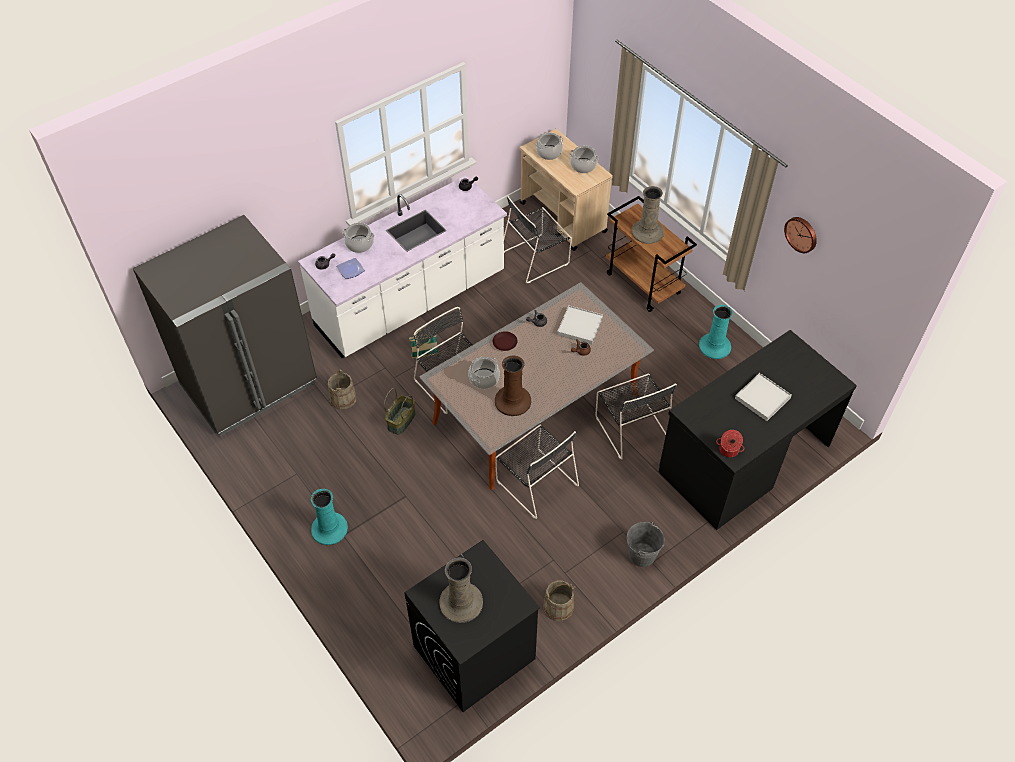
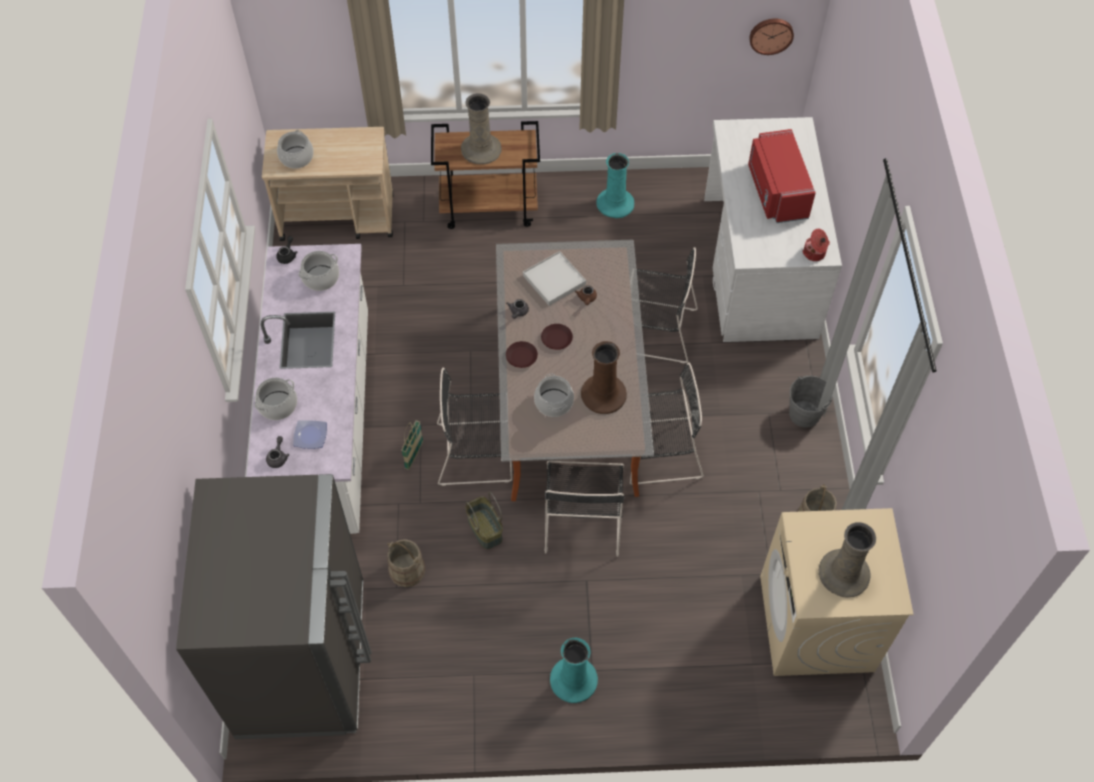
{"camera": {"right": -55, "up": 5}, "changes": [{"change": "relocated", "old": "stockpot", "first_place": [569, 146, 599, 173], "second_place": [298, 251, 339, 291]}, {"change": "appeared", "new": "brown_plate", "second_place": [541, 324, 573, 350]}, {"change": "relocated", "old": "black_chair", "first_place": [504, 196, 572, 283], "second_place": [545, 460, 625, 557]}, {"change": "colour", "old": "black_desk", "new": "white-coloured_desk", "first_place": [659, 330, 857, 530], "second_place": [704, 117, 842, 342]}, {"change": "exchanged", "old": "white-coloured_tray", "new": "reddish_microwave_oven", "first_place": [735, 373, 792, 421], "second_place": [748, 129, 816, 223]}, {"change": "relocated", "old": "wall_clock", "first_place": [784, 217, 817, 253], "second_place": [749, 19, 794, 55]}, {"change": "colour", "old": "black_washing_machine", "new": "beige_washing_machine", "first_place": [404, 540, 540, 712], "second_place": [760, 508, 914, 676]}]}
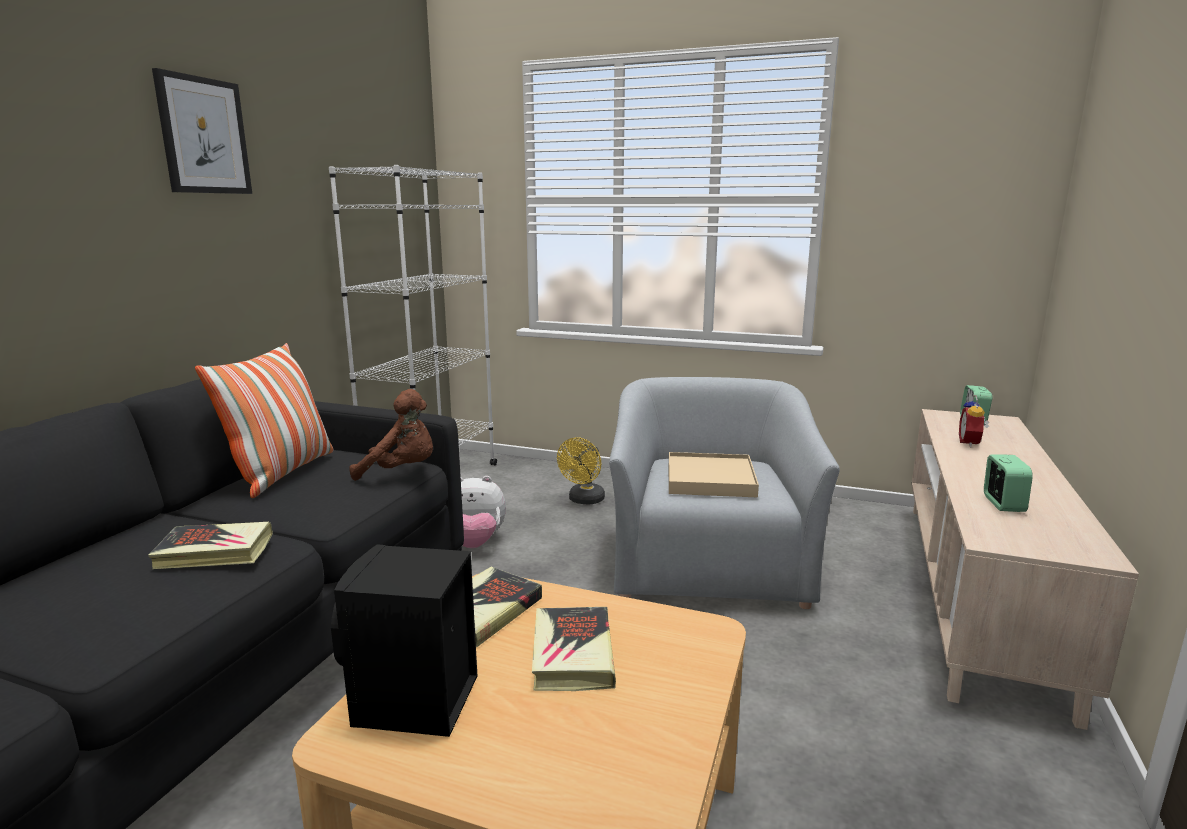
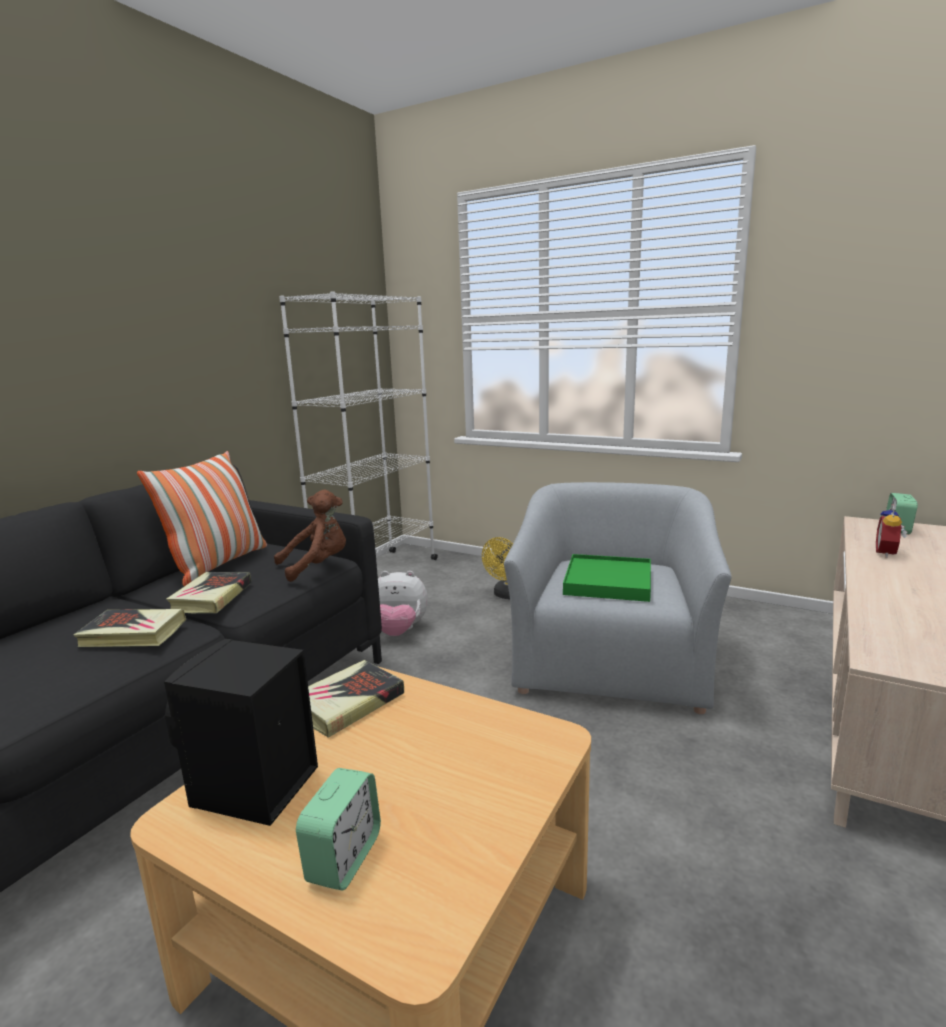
{"camera": {"right": 10, "up": 0}, "changes": [{"change": "relocated", "old": "bound_book", "first_place": [532, 607, 616, 691], "second_place": [166, 572, 251, 613]}, {"change": "spun", "old": "brown_plush_toy", "first_place": [349, 389, 433, 481], "second_place": [274, 490, 346, 582], "degrees": -45}, {"change": "relocated", "old": "table_clock", "first_place": [984, 455, 1033, 512], "second_place": [296, 768, 381, 891]}, {"change": "colour", "old": "beige_tray", "new": "green-coloured_tray", "first_place": [669, 452, 759, 497], "second_place": [563, 554, 651, 602]}, {"change": "missing", "old": "picture", "first_place": [152, 68, 252, 194]}]}
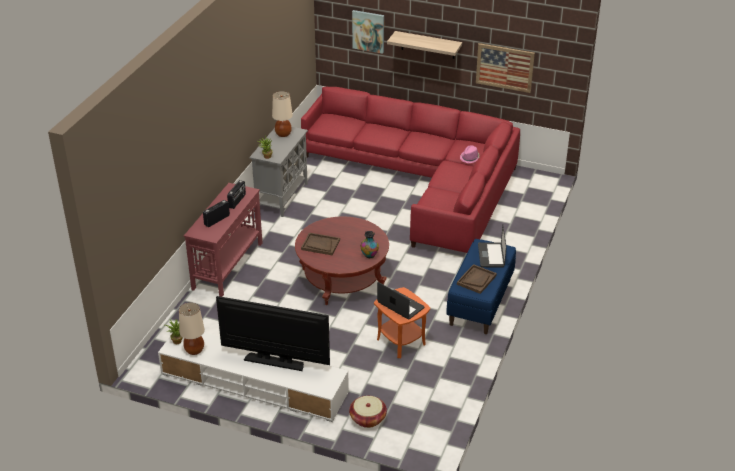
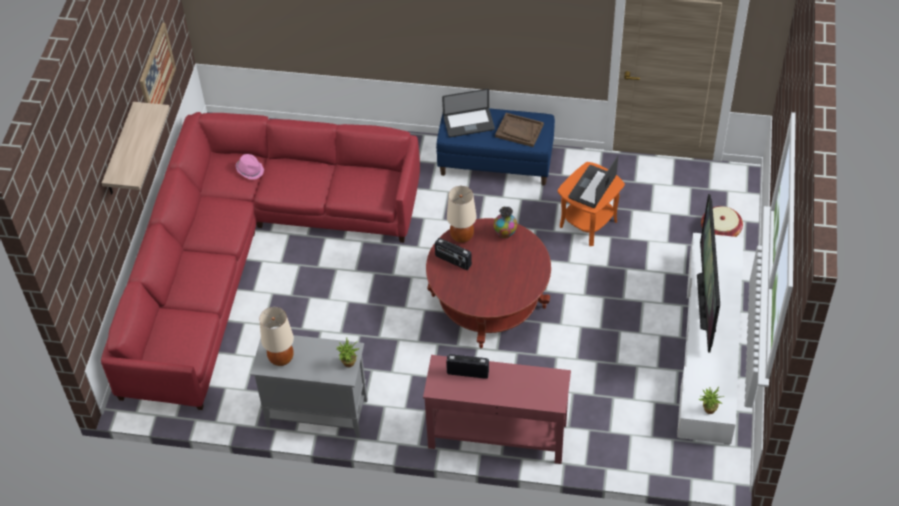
{"camera": {"right": -100, "up": 15}, "changes": [{"change": "relocated", "old": "radio_set", "first_place": [203, 200, 230, 227], "second_place": [435, 238, 472, 270]}, {"change": "relocated", "old": "beige_lamp_for_a_table", "first_place": [179, 303, 205, 355], "second_place": [447, 186, 477, 243]}, {"change": "missing", "old": "brown_tray", "first_place": [301, 233, 340, 256]}, {"change": "missing", "old": "picture", "first_place": [352, 10, 384, 54]}]}
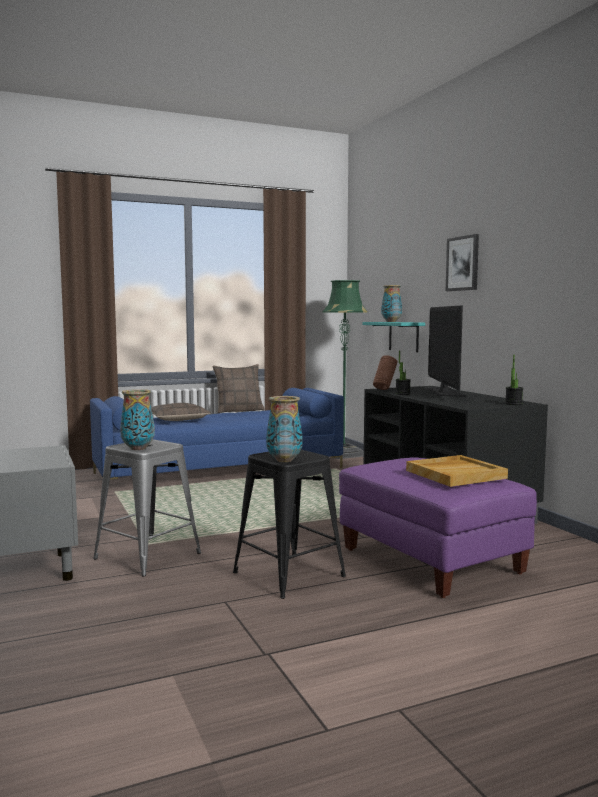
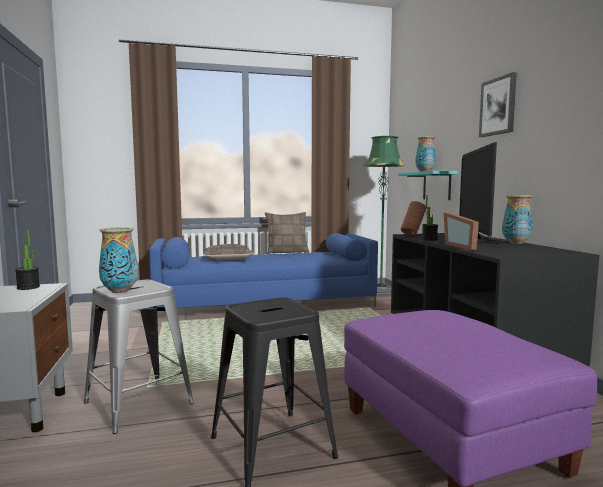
{"camera": {"right": 10, "up": 0}, "changes": [{"change": "relocated", "old": "plant_in_a_pot", "first_place": [505, 355, 523, 405], "second_place": [15, 229, 40, 290]}, {"change": "appeared", "new": "picture_frame", "second_place": [443, 212, 479, 250]}, {"change": "relocated", "old": "decorative_vase", "first_place": [266, 396, 303, 462], "second_place": [502, 195, 533, 244]}, {"change": "missing", "old": "beige_tray", "first_place": [406, 455, 508, 487]}]}
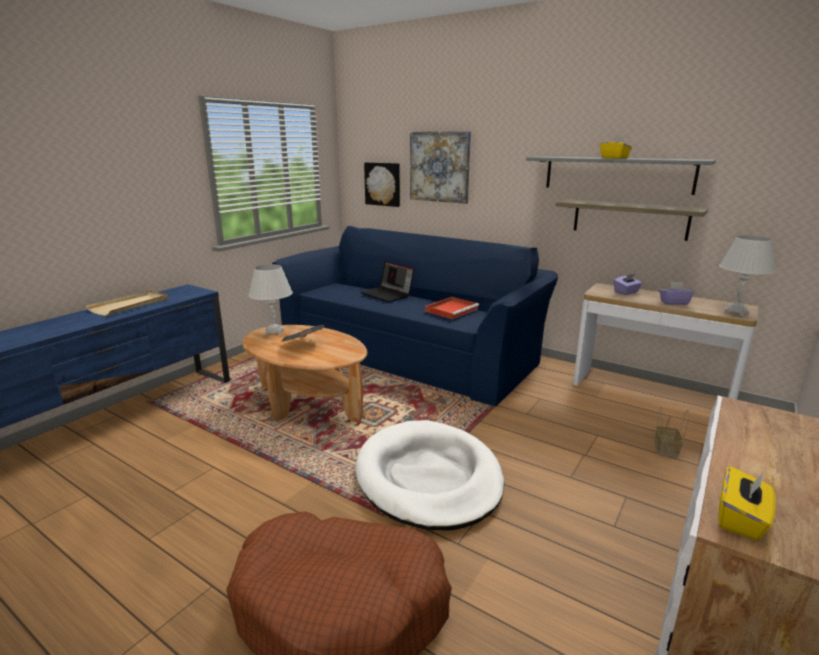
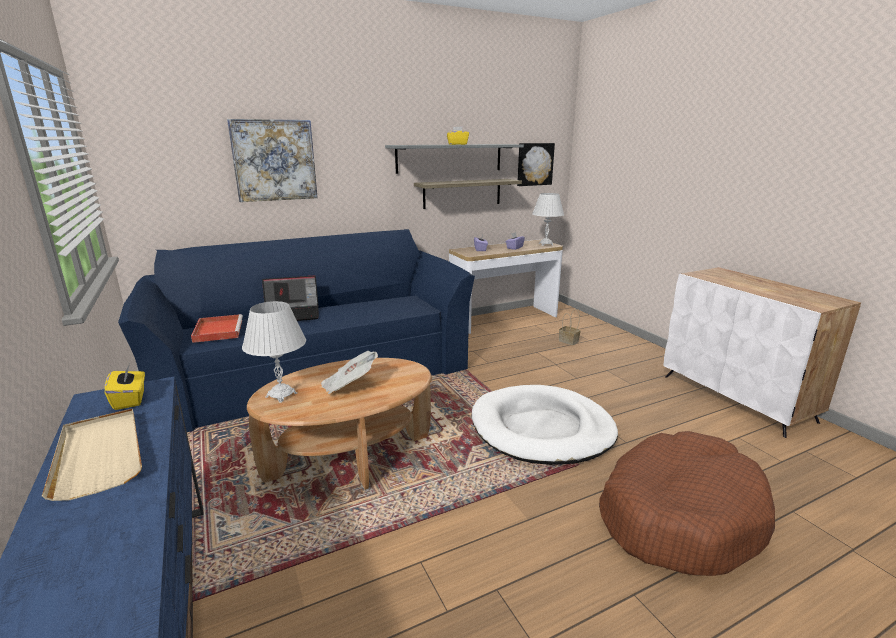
{"camera": {"right": -60, "up": 0}, "changes": [{"change": "relocated", "old": "yellow-coloured_box_of_tissues", "first_place": [719, 466, 776, 541], "second_place": [105, 364, 145, 410]}, {"change": "relocated", "old": "reddish_tray", "first_place": [425, 297, 479, 319], "second_place": [191, 314, 243, 343]}, {"change": "relocated", "old": "picture", "first_place": [364, 162, 400, 207], "second_place": [517, 143, 555, 186]}]}
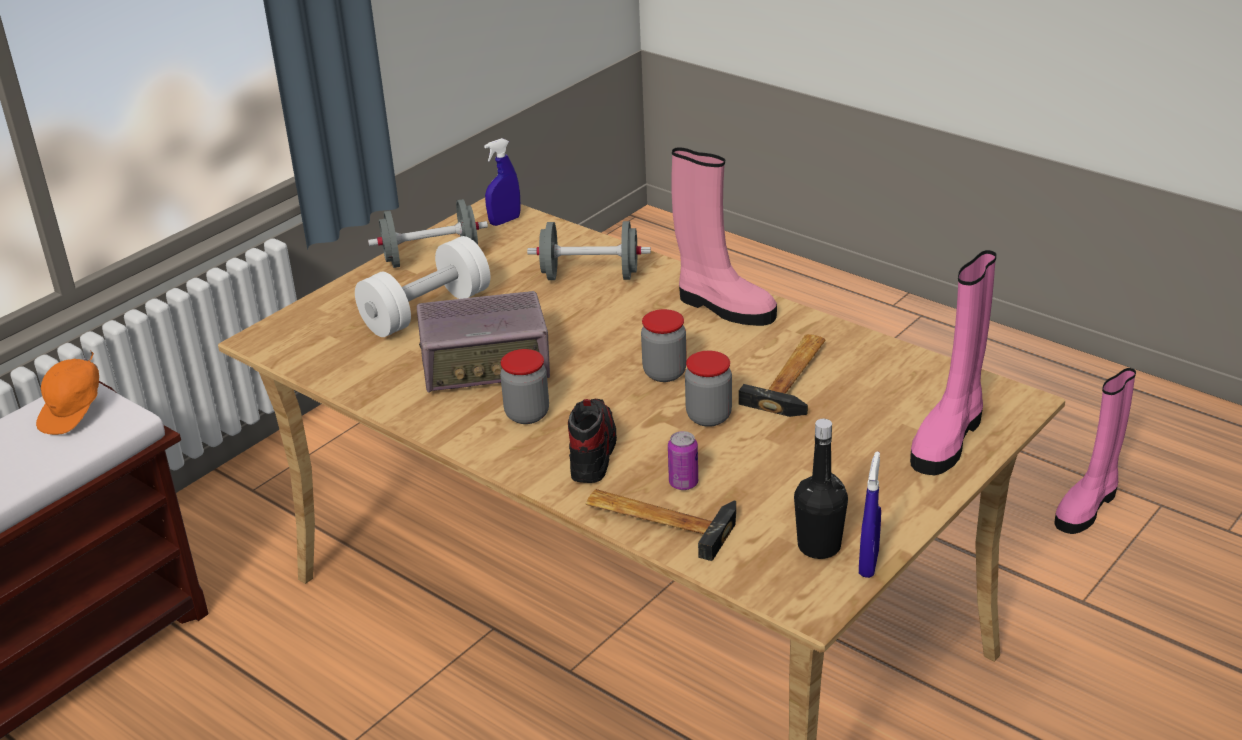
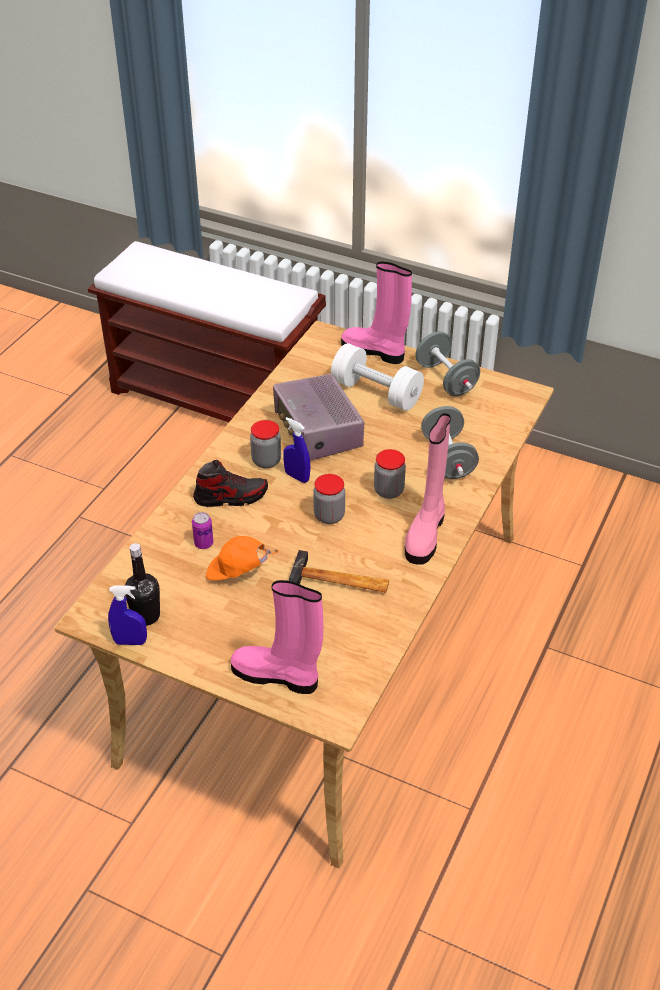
{"camera": {"right": 75, "up": 10}, "changes": [{"change": "relocated", "old": "orange-coloured_peaked_cap", "first_place": [36, 350, 99, 435], "second_place": [206, 536, 278, 580]}, {"change": "relocated", "old": "blue-coloured_hand_sprayer", "first_place": [484, 138, 521, 226], "second_place": [283, 417, 310, 483]}, {"change": "relocated", "old": "pink-coloured_high-top_boot", "first_place": [1055, 368, 1136, 534], "second_place": [341, 262, 412, 364]}, {"change": "relocated", "old": "storage_jar", "first_place": [685, 351, 732, 427], "second_place": [374, 449, 406, 499]}, {"change": "missing", "old": "tool_hammer", "first_place": [586, 489, 736, 561]}]}
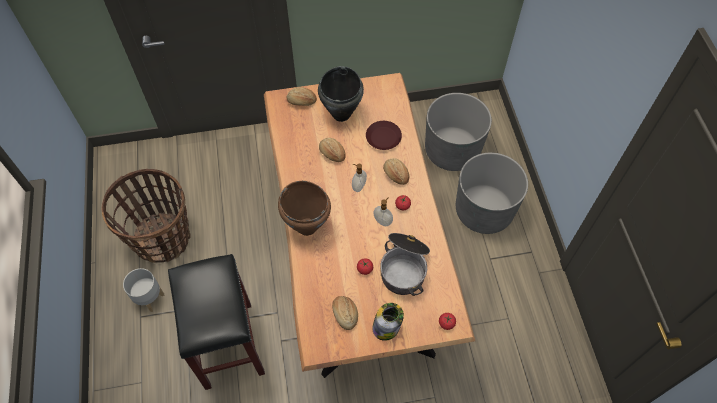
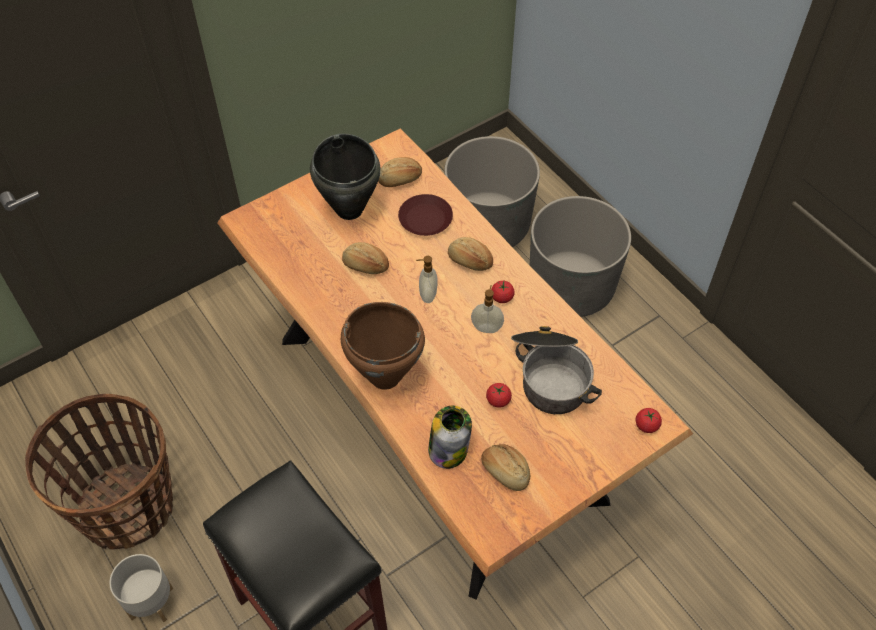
{"camera": {"right": -25, "up": -5}, "changes": [{"change": "relocated", "old": "bakery_bread", "first_place": [287, 87, 317, 106], "second_place": [378, 157, 422, 187]}, {"change": "relocated", "old": "storage_jar", "first_place": [372, 303, 404, 341], "second_place": [428, 406, 472, 469]}]}
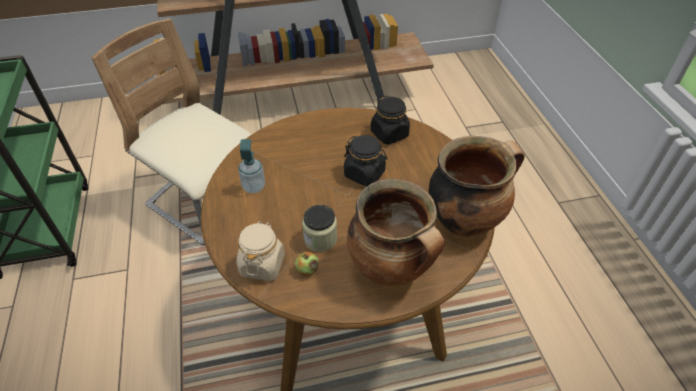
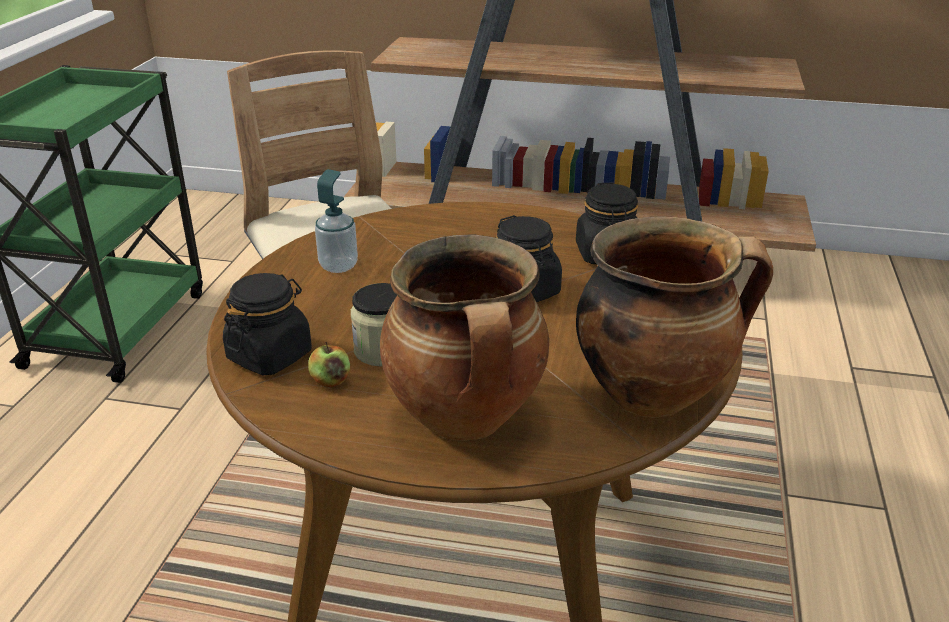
{"camera": {"right": 25, "up": -15}, "changes": [{"change": "colour", "old": "beige_storage_jar", "new": "black_storage_jar", "first_place": [237, 221, 285, 281], "second_place": [223, 273, 312, 375]}]}
